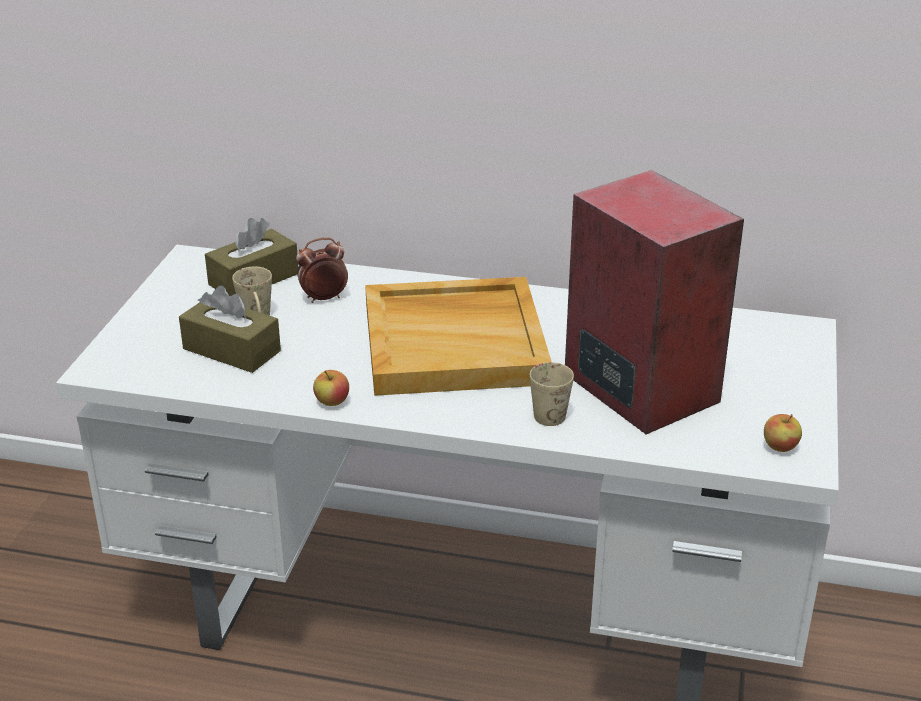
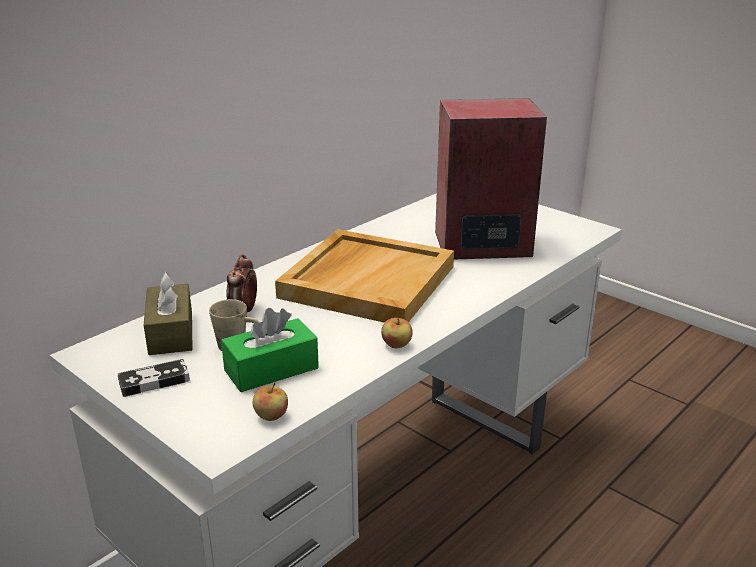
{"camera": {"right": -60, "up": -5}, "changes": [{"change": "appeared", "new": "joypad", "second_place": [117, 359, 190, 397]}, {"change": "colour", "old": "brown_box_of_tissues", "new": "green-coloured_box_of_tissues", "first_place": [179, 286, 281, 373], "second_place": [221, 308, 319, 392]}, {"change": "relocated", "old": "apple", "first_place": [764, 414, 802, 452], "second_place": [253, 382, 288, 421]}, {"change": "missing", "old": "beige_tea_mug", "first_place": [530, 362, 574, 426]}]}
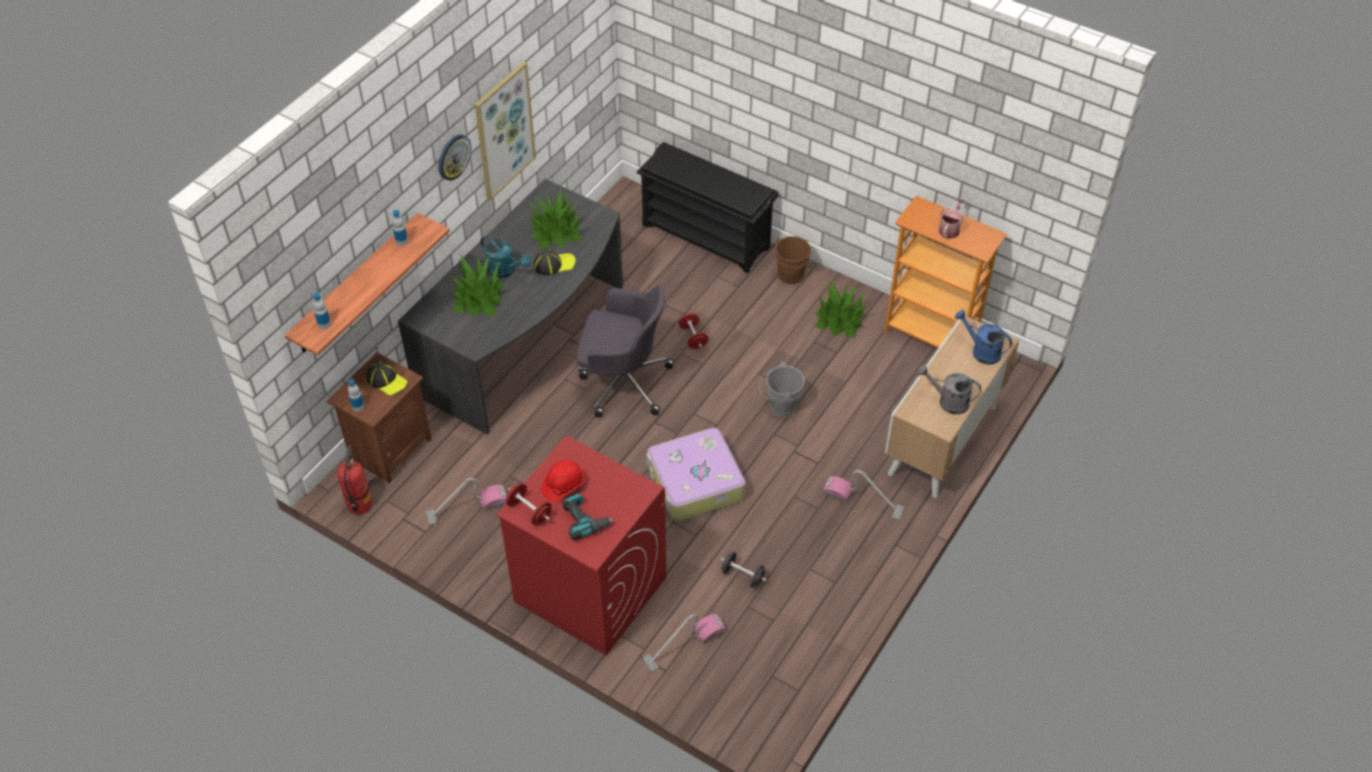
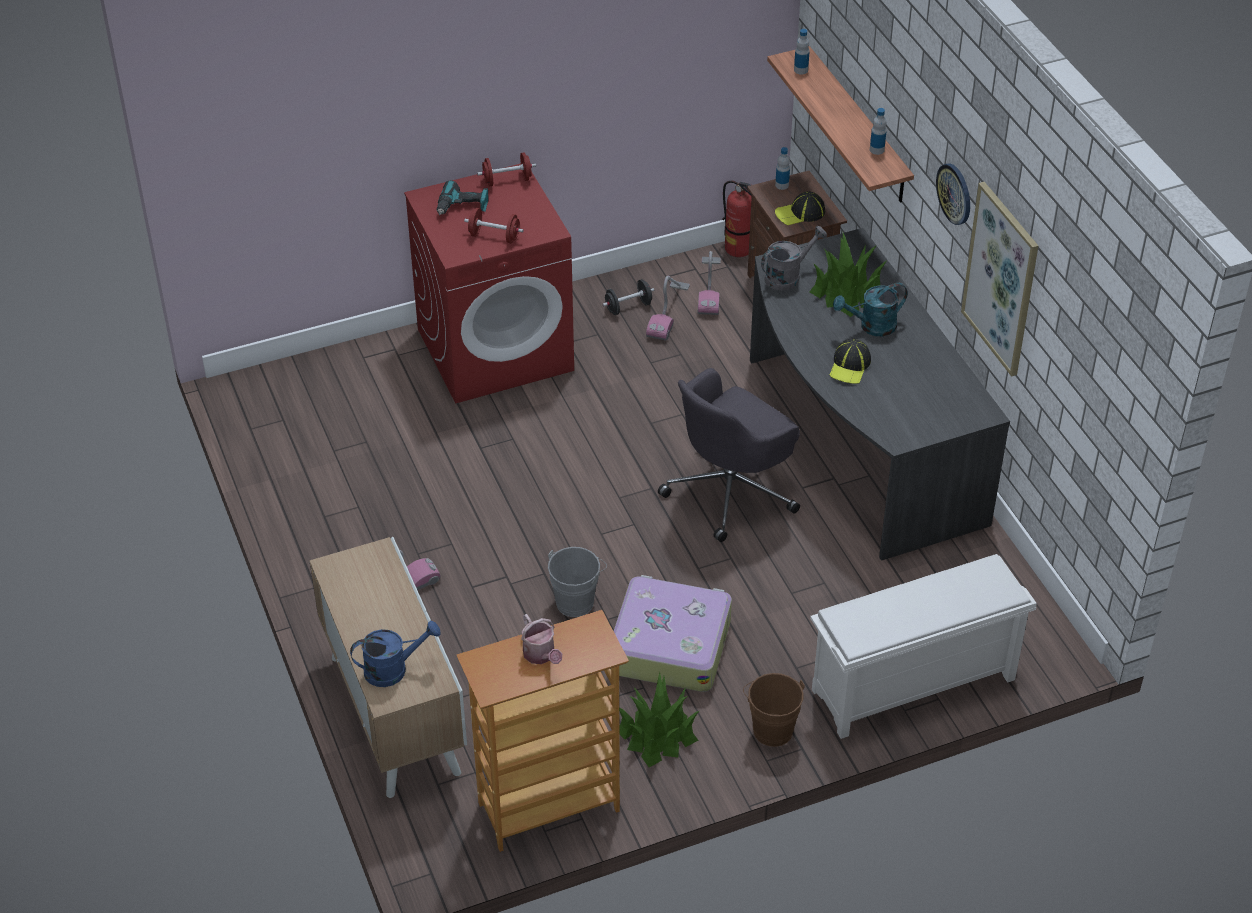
{"camera": {"right": 125, "up": -5}, "changes": [{"change": "relocated", "old": "reddish_free_weight", "first_place": [678, 313, 709, 349], "second_place": [464, 208, 524, 243]}, {"change": "relocated", "old": "black_free_weight", "first_place": [720, 551, 767, 588], "second_place": [602, 279, 654, 315]}, {"change": "relocated", "old": "piece_of_luggage", "first_place": [647, 428, 745, 521], "second_place": [614, 575, 732, 692]}, {"change": "relocated", "old": "vacuum_cleaner", "first_place": [643, 614, 726, 672], "second_place": [698, 251, 721, 315]}, {"change": "relocated", "old": "greyish_watering_pot", "first_place": [917, 365, 981, 414], "second_place": [761, 226, 827, 290]}, {"change": "colour", "old": "black_shoe_shelf", "new": "white-coloured_shoe_shelf", "first_place": [637, 142, 779, 273], "second_place": [810, 554, 1037, 739]}, {"change": "missing", "old": "plant_in_a_pot", "first_place": [529, 188, 583, 249]}, {"change": "missing", "old": "reddish_safety_helmet", "first_place": [541, 460, 585, 502]}]}
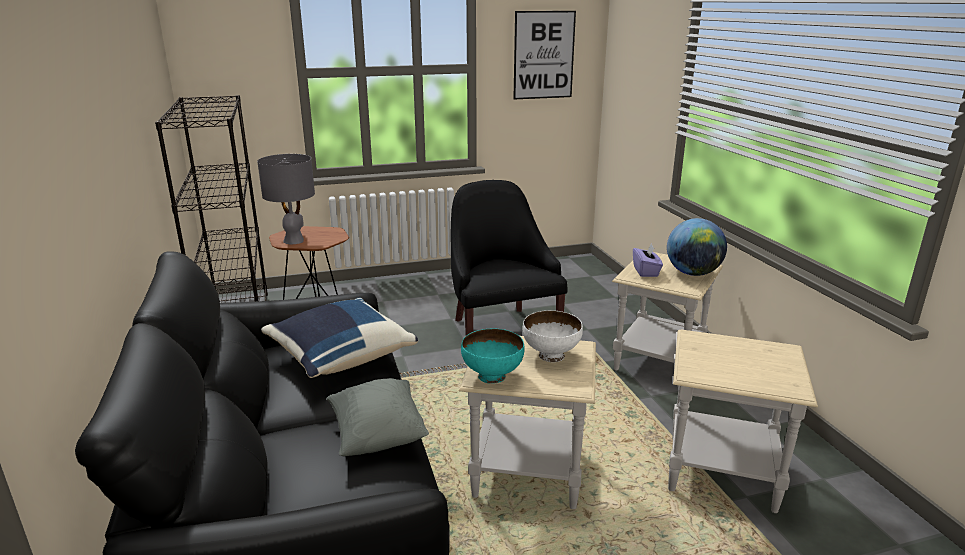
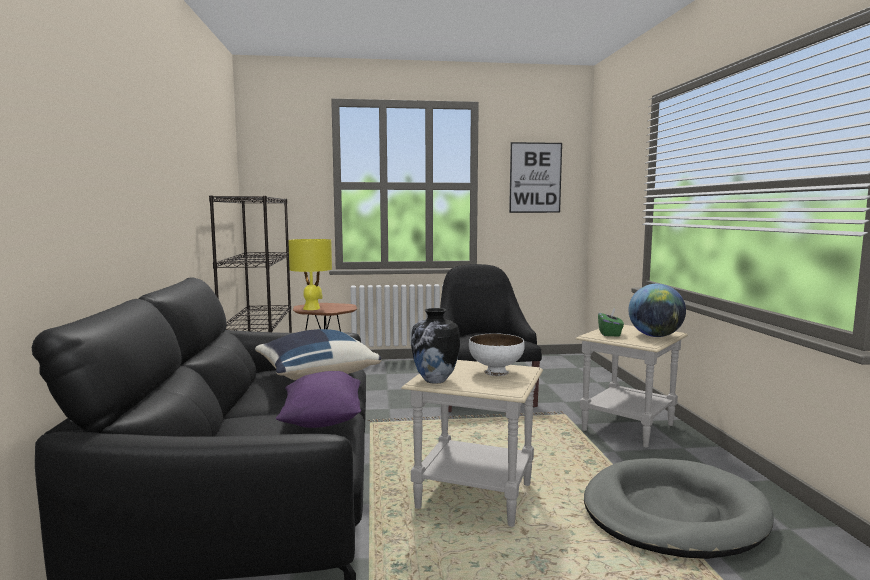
{"camera": {"right": 10, "up": -15}, "changes": [{"change": "colour", "old": "greyish_throw_pillow", "new": "purplish_throw_pillow", "first_place": [326, 378, 429, 456], "second_place": [276, 371, 361, 428]}, {"change": "colour", "old": "greyish_lamp_for_a_table", "new": "yellow-coloured_lamp_for_a_table", "first_place": [257, 154, 315, 244], "second_place": [288, 239, 332, 310]}, {"change": "exchanged", "old": "turquoise-coloured_deep_dish", "new": "decorative_vase", "first_place": [461, 329, 525, 384], "second_place": [411, 308, 460, 384]}, {"change": "exchanged", "old": "beige_side_table", "new": "greyish_dog_bed", "first_place": [668, 330, 818, 513], "second_place": [584, 458, 774, 559]}, {"change": "colour", "old": "purplish_box_of_tissues", "new": "green-coloured_box_of_tissues", "first_place": [633, 244, 663, 277], "second_place": [598, 308, 624, 337]}]}
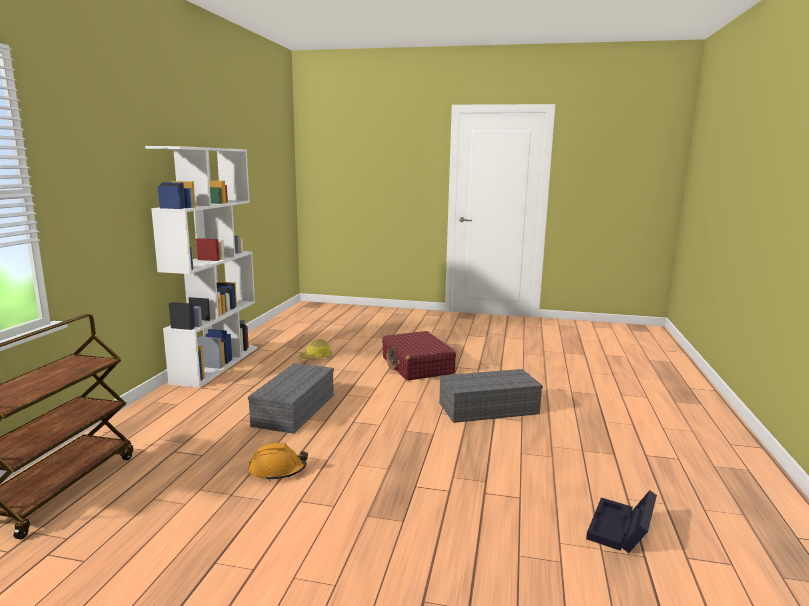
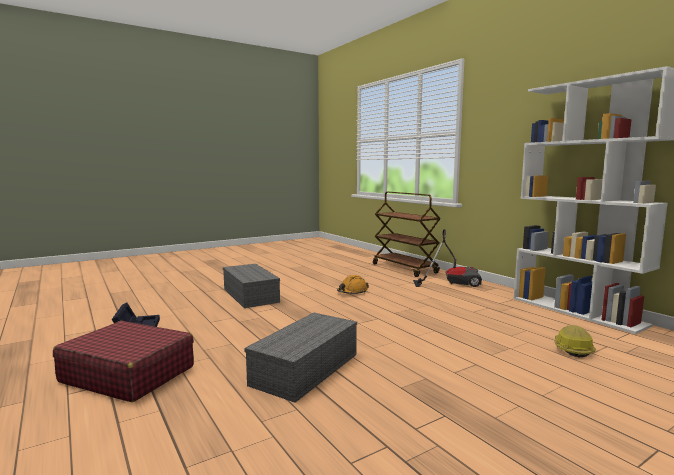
{"camera": {"right": 135, "up": -5}, "changes": [{"change": "relocated", "old": "reddish_piece_of_luggage", "first_place": [382, 331, 456, 381], "second_place": [53, 321, 194, 402]}, {"change": "relocated", "old": "greyish_storage_box", "first_place": [248, 363, 334, 434], "second_place": [223, 264, 280, 308]}, {"change": "appeared", "new": "vacuum_cleaner", "second_place": [413, 229, 482, 287]}]}
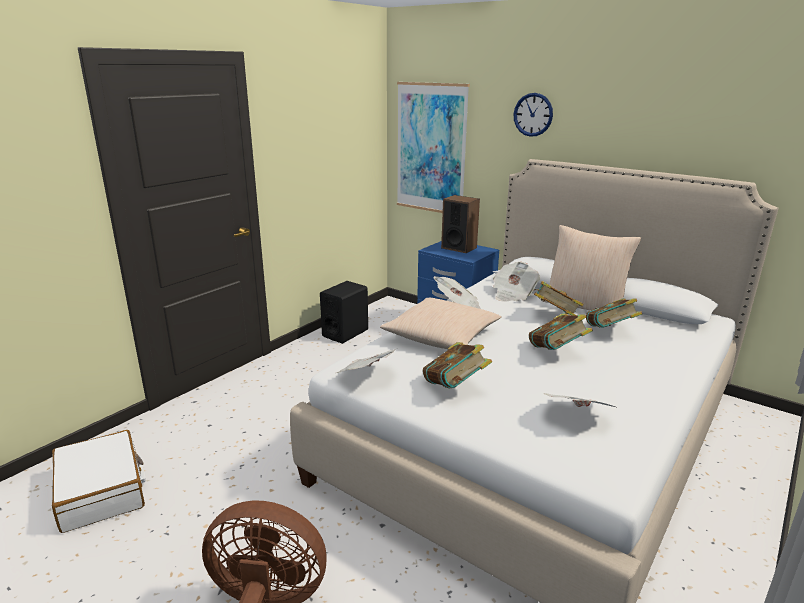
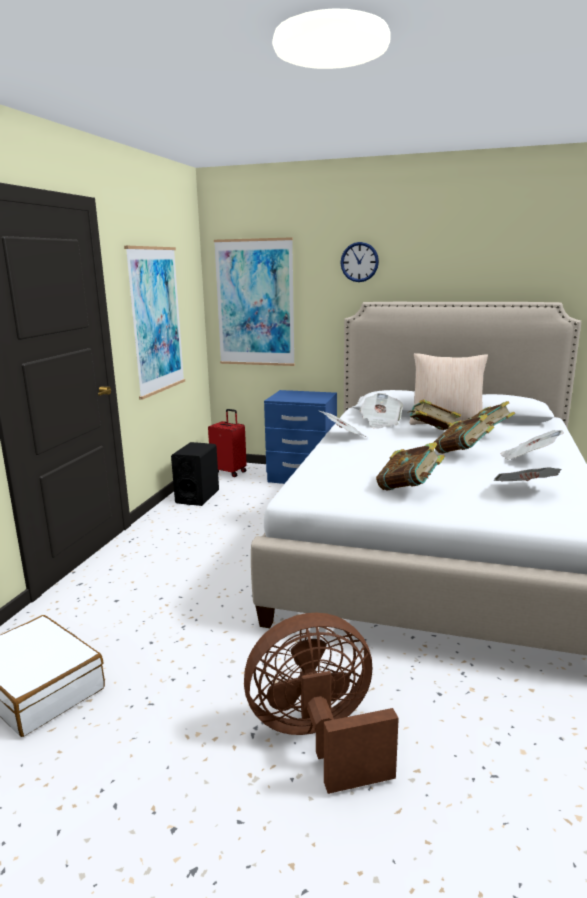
{"camera": {"right": -20, "up": -5}, "changes": [{"change": "appeared", "new": "picture", "second_place": [124, 246, 185, 400]}, {"change": "appeared", "new": "reddish_piece_of_luggage", "second_place": [208, 409, 247, 477]}, {"change": "relocated", "old": "newspaper", "first_place": [336, 348, 398, 373], "second_place": [500, 430, 564, 460]}, {"change": "missing", "old": "beige_throw_pillow", "first_place": [380, 298, 501, 349]}, {"change": "missing", "old": "loudspeaker", "first_place": [441, 195, 480, 253]}]}
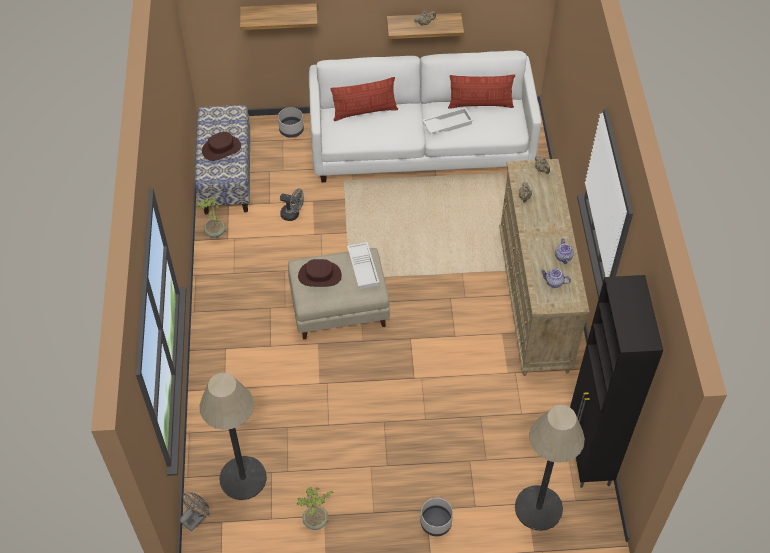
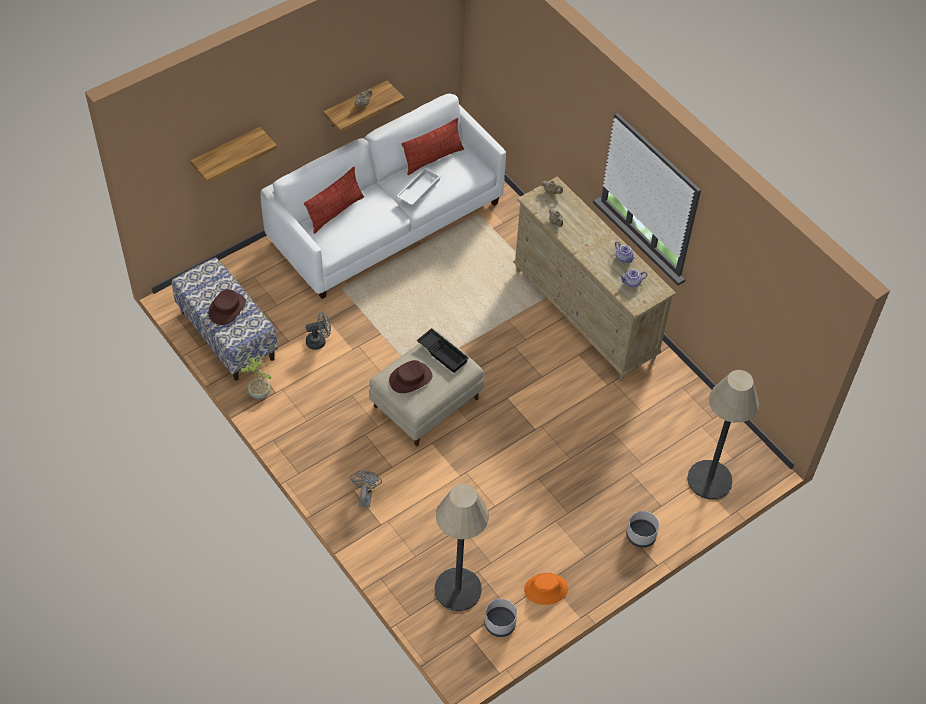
{"camera": {"right": -35, "up": 0}, "changes": [{"change": "relocated", "old": "greyish_electric_fan", "first_place": [180, 492, 209, 532], "second_place": [350, 470, 382, 507]}, {"change": "colour", "old": "white-coloured_tray", "new": "black_tray", "first_place": [347, 242, 379, 289], "second_place": [417, 328, 469, 373]}, {"change": "relocated", "old": "greyish_flower_pot", "first_place": [278, 107, 304, 138], "second_place": [485, 599, 517, 637]}, {"change": "exchanged", "old": "plant_in_a_pot", "new": "orange-coloured_wearable_hat", "first_place": [296, 487, 334, 530], "second_place": [524, 573, 568, 605]}, {"change": "missing", "old": "black_cabinet", "first_place": [570, 275, 663, 488]}]}
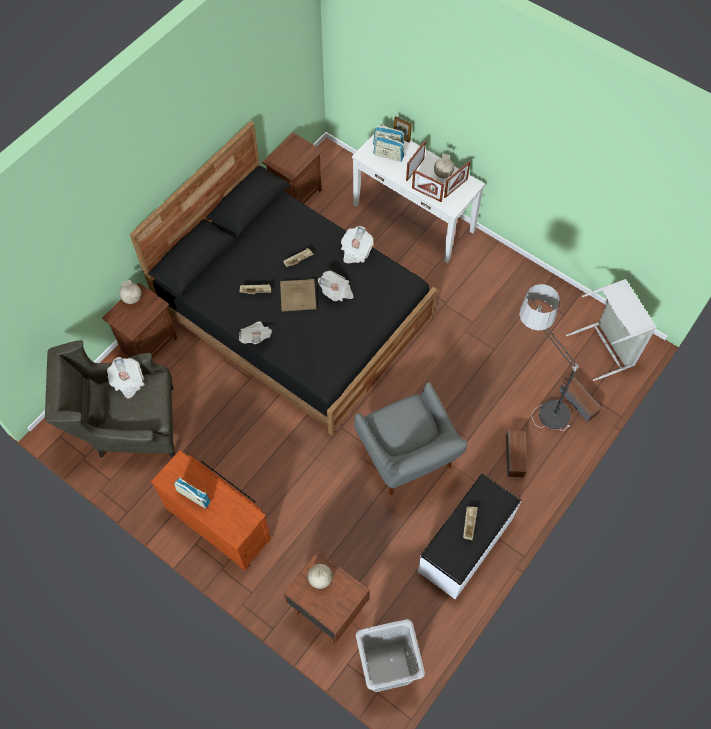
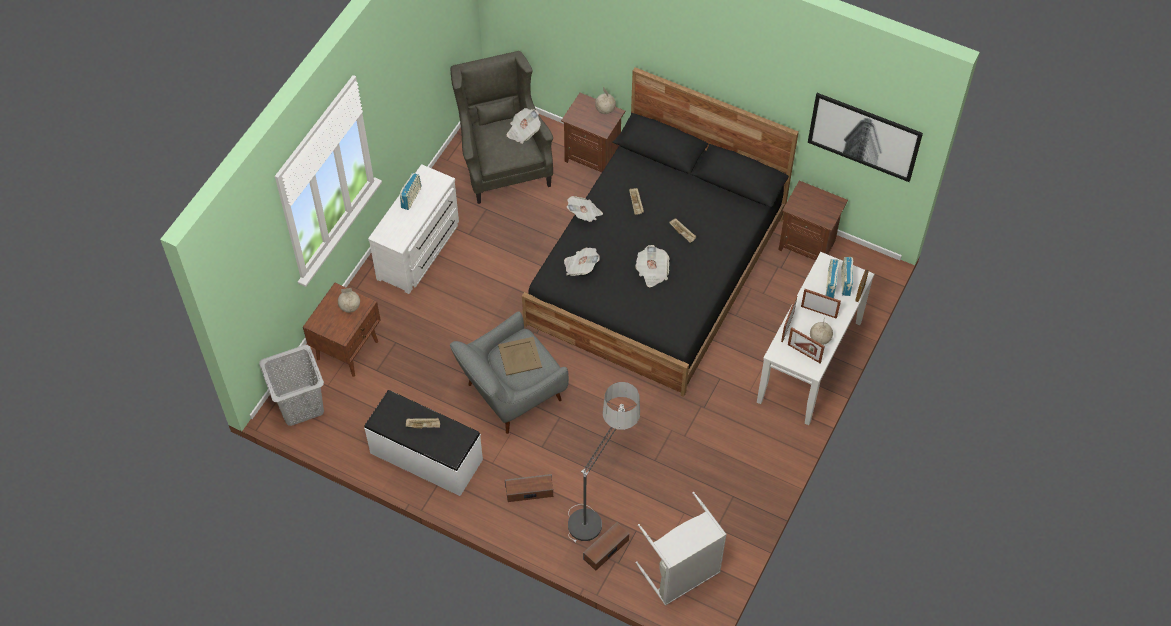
{"camera": {"right": 80, "up": -5}, "changes": [{"change": "colour", "old": "brown_chest_of_drawers", "new": "white-coloured_chest_of_drawers", "first_place": [151, 450, 271, 571], "second_place": [368, 164, 459, 294]}, {"change": "relocated", "old": "beige_tray", "first_place": [280, 279, 316, 312], "second_place": [498, 337, 542, 376]}, {"change": "relocated", "old": "newspaper", "first_place": [341, 226, 374, 263], "second_place": [564, 248, 600, 276]}, {"change": "appeared", "new": "picture", "second_place": [808, 93, 923, 182]}]}
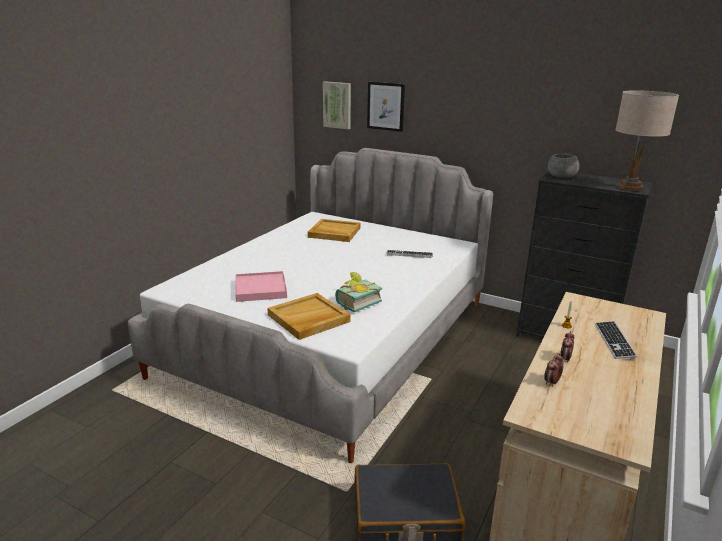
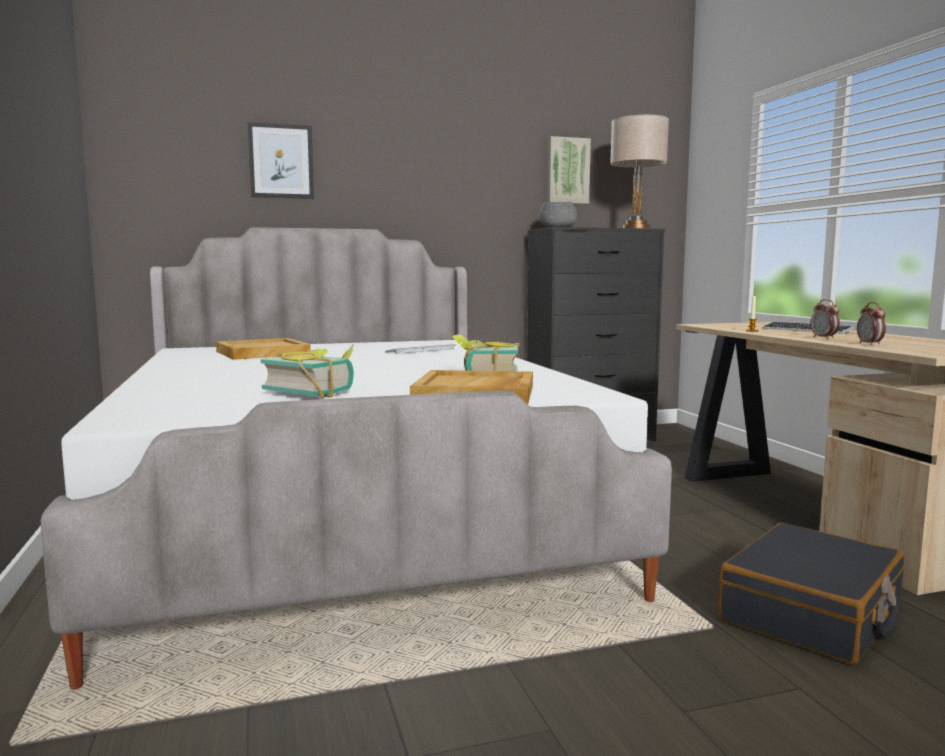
{"camera": {"right": -45, "up": -15}, "changes": [{"change": "exchanged", "old": "pink-coloured_tray", "new": "bound_book", "first_place": [236, 271, 287, 302], "second_place": [261, 345, 354, 399]}, {"change": "relocated", "old": "picture", "first_place": [323, 81, 351, 129], "second_place": [548, 136, 591, 204]}]}
